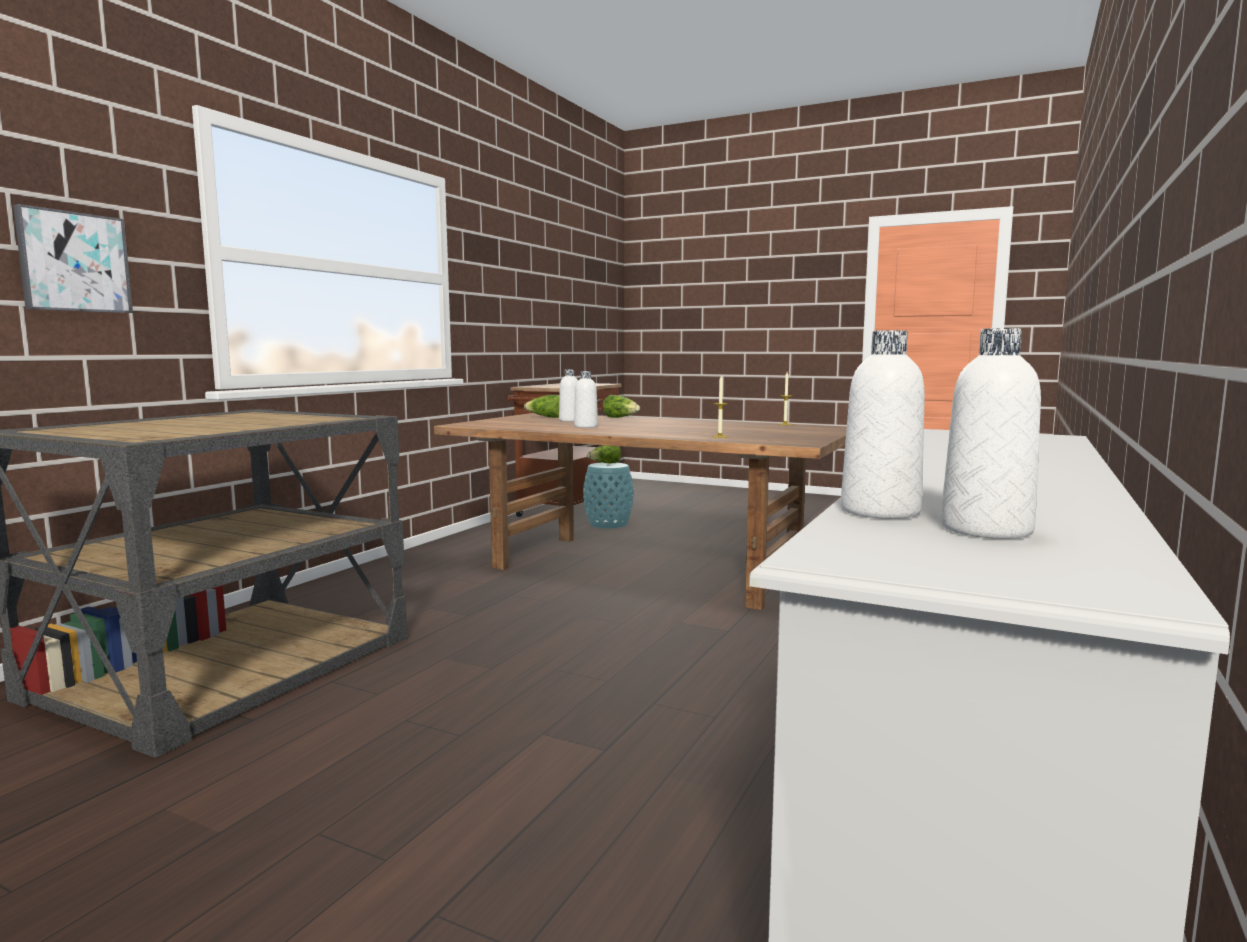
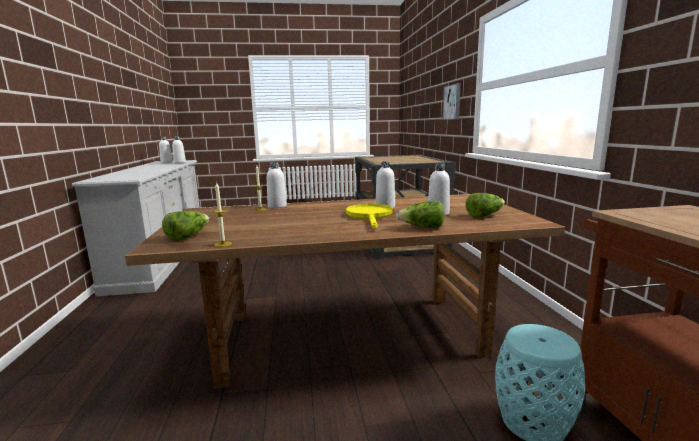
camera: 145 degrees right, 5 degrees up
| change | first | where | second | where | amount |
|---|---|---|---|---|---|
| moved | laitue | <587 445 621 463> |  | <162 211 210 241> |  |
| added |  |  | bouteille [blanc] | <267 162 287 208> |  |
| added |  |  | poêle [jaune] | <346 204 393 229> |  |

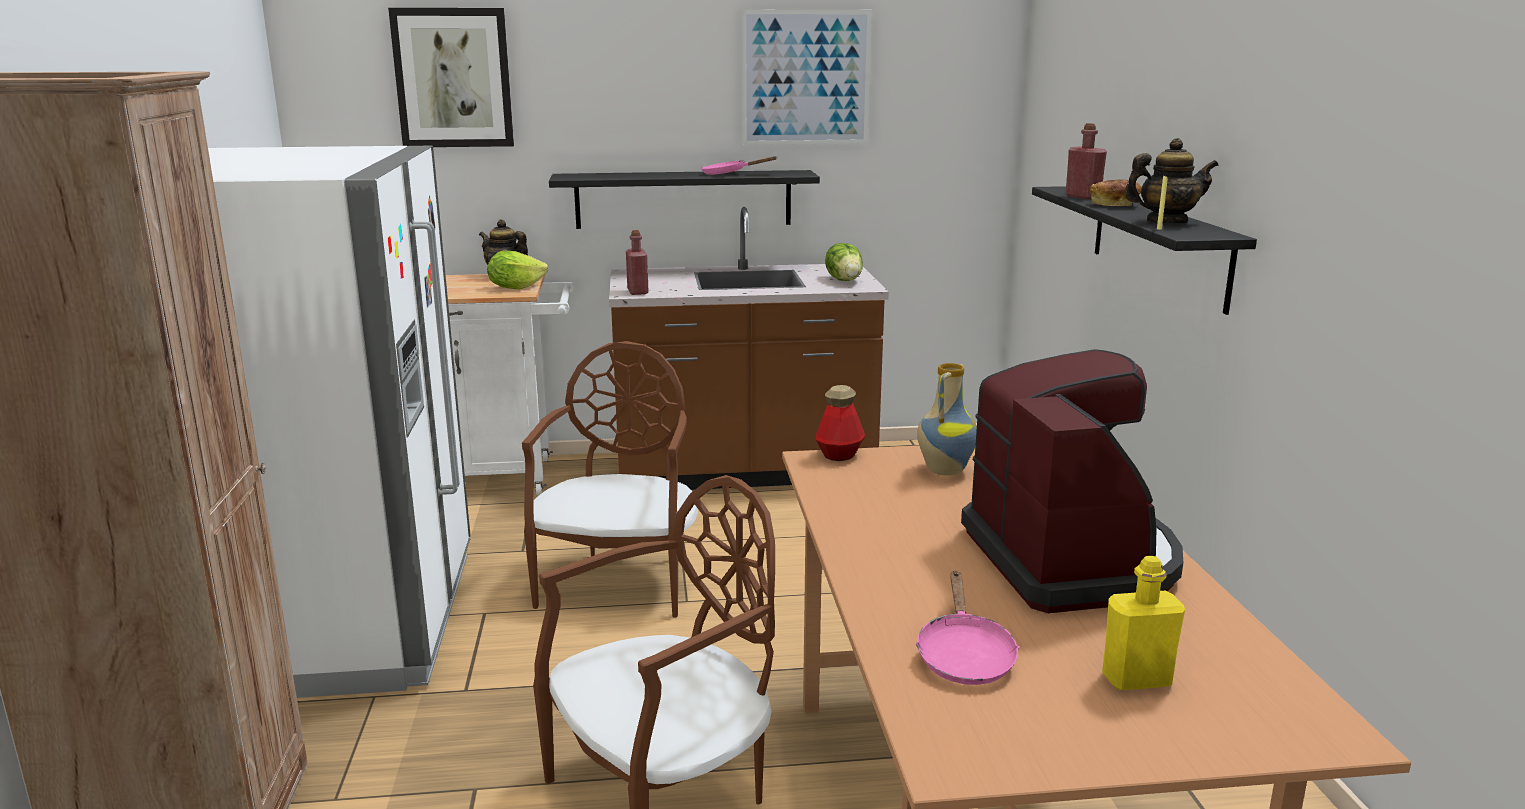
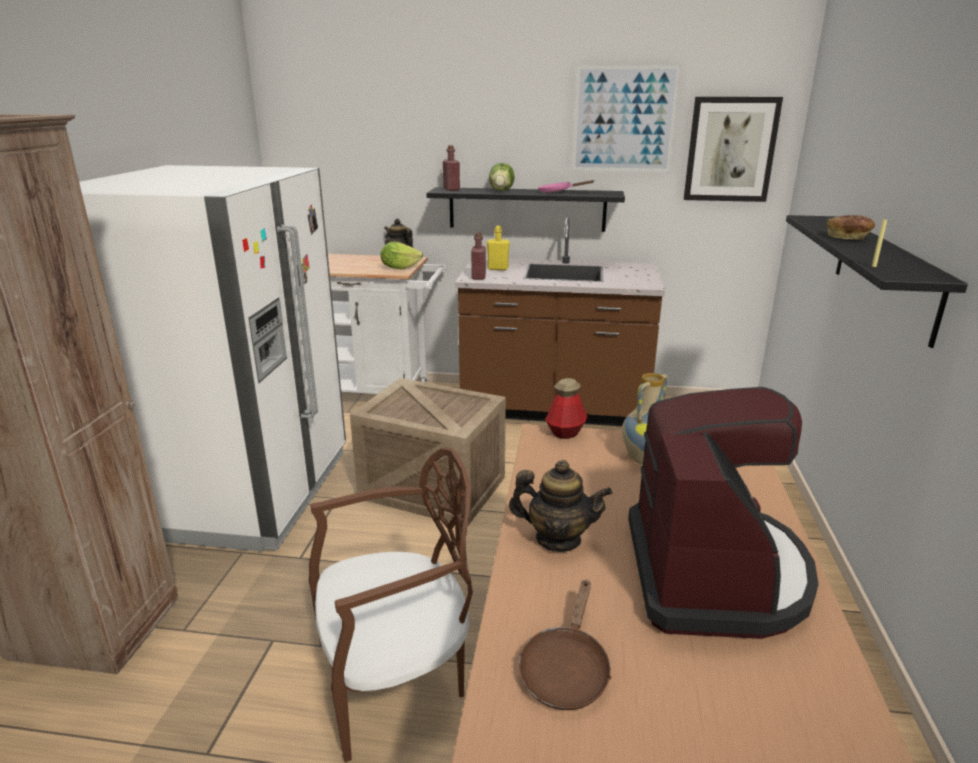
camera: 15 degrees right, 5 degrees up
| change | first | where | second | where | amount |
|---|---|---|---|---|---|
| replaced | chaise [marron] | <522 341 698 618> | caisse | <350 378 506 526> |  |
| moved | bouteille [rouge] | <1065 123 1107 199> |  | <443 145 460 191> |  |
| moved | bouteille [jaune] | <1102 556 1185 691> |  | <487 226 510 270> |  |
| moved | laitue | <825 243 863 281> |  | <489 163 515 191> |  |
| moved | théière | <1124 138 1219 223> |  | <509 460 612 552> |  |
| recoloured | poêle [rose] | <915 571 1019 685> | poêle [marron] | <519 579 612 710> |  |
| moved | tableau | <388 8 514 147> |  | <684 97 783 202> |  |

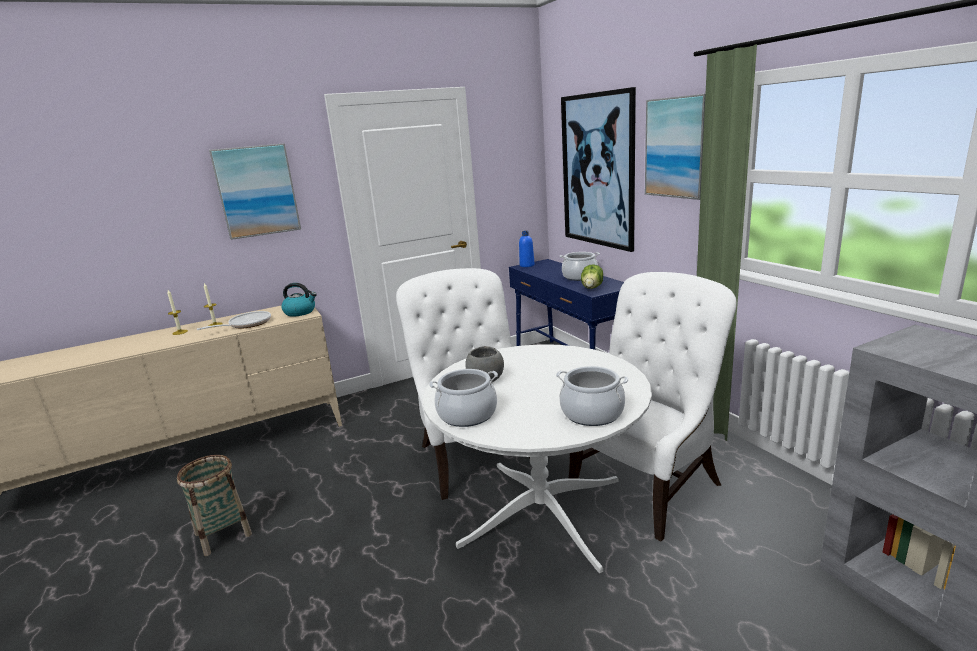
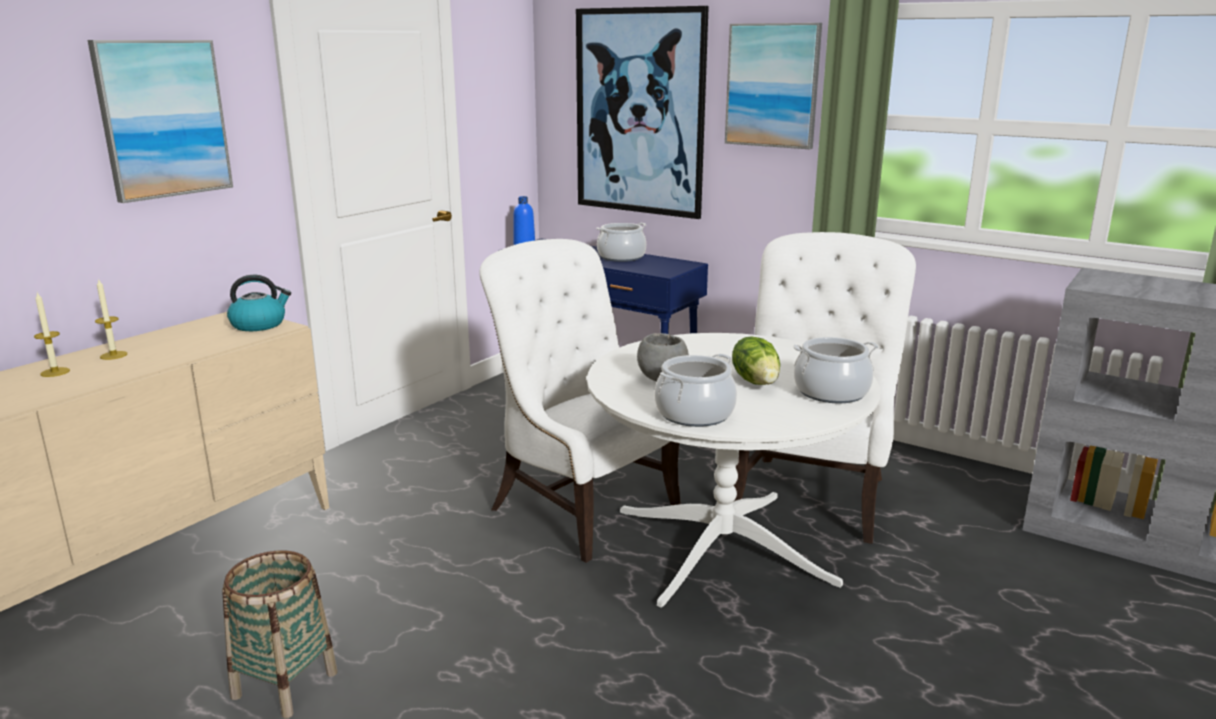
camera: 30 degrees left, 0 degrees up
| change | first | where | second | where | amount |
|---|---|---|---|---|---|
| moved | laitue | <581 264 603 289> |  | <732 336 780 385> |  |
| removed | poêle | <197 311 271 330> |  |  |  |

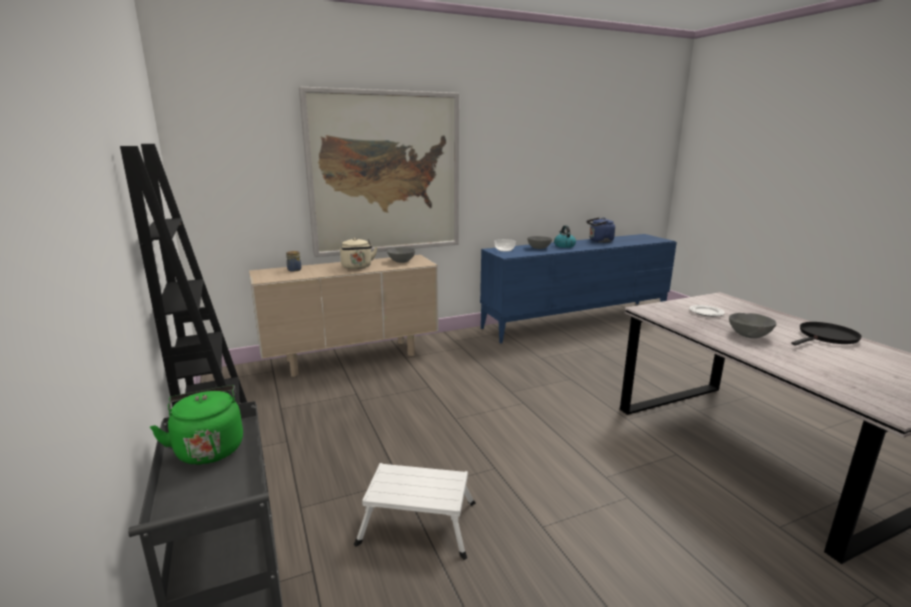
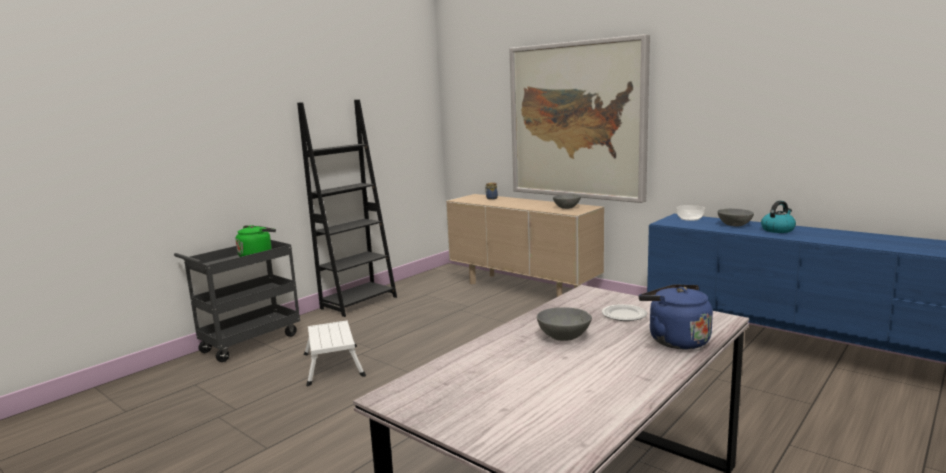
camera: 65 degrees right, 5 degrees down
| change | first | where | second | where | amount |
|---|---|---|---|---|---|
| moved | bouilloire [bleu] | <586 217 615 243> |  | <639 284 713 350> |  |
| removed | bouilloire [beige] | <340 238 378 269> |  |  |  |
| removed | poêle [noir] | <791 322 862 346> |  |  |  |

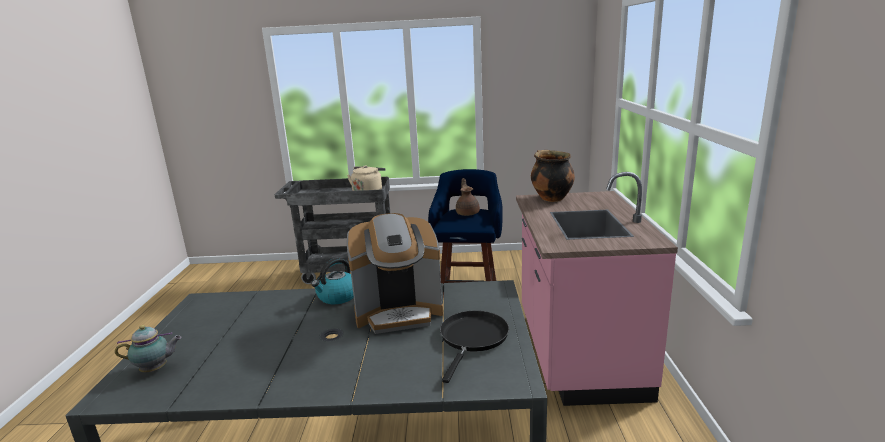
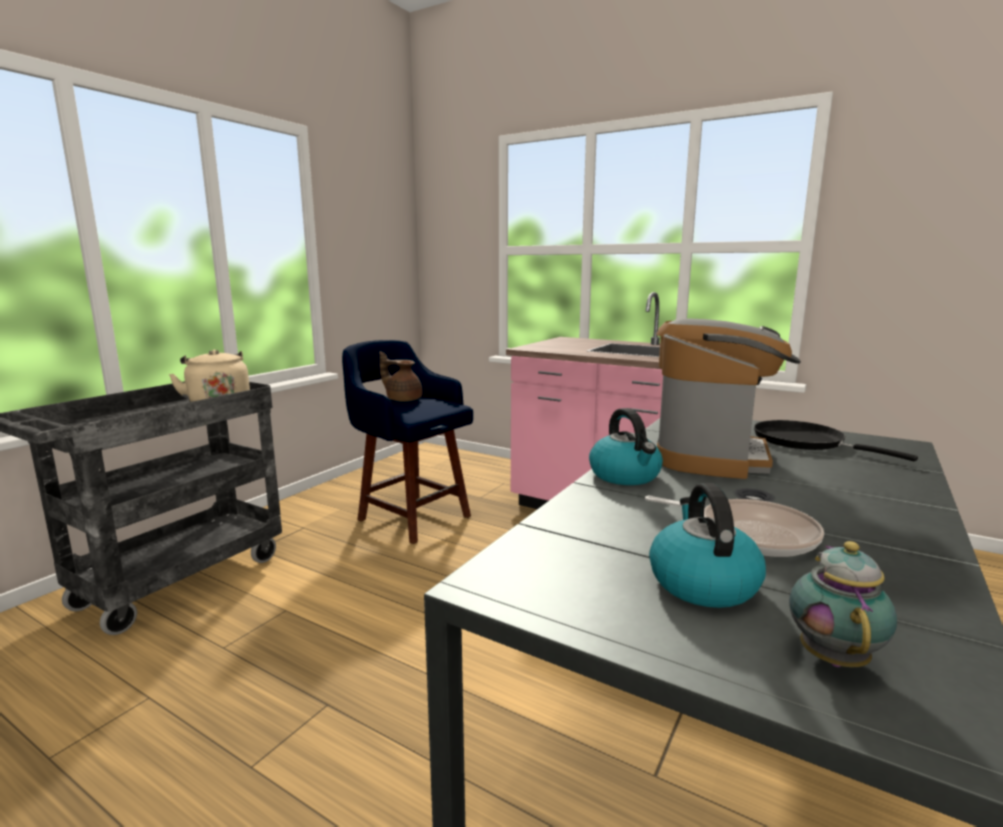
camera: 60 degrees left, 5 degrees down
| change | first | where | second | where | amount |
|---|---|---|---|---|---|
| added |  |  | poêle | <645 496 824 557> |  |
| added |  |  | bouilloire | <649 483 766 608> |  |
| removed | marmite | <531 150 575 202> |  |  |  |

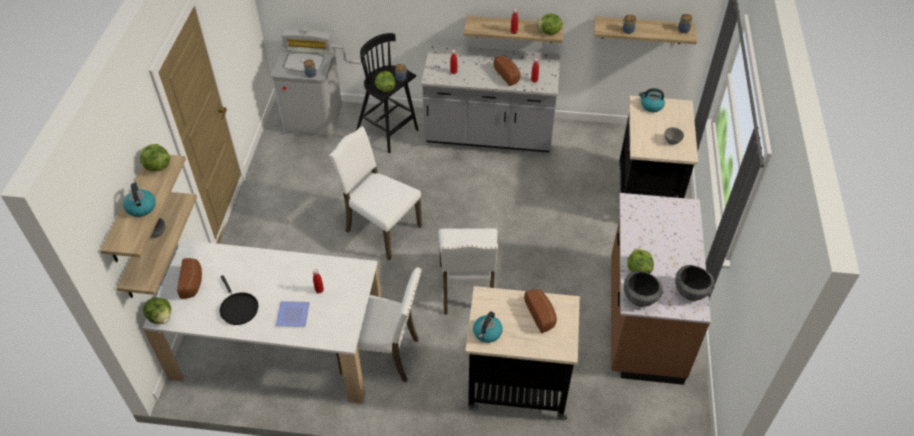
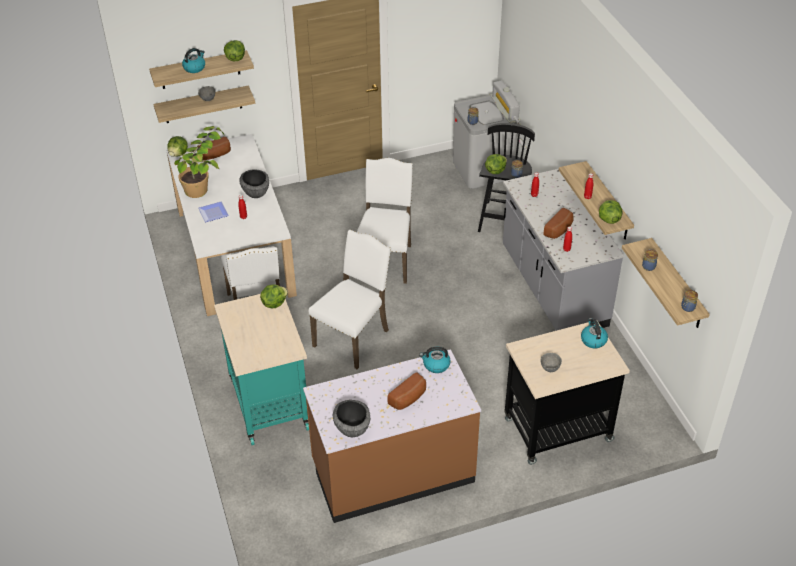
camera: 65 degrees right, 5 degrees down
| change | first | where | second | where | amount |
|---|---|---|---|---|---|
| replaced | poêle [noir] | <220 275 258 325> | plante en pot | <174 126 225 198> |  |
| recoloured | chariot [noir] | <465 286 580 420> | chariot [turquoise] | <214 294 309 445> |  |
| moved | bol | <624 271 663 307> |  | <239 170 269 198> |  |
| moved | laitue | <628 248 654 274> |  | <260 284 288 308> |  |
| turned | chaise [blanc] | <439 228 498 315> |  | <309 230 391 369> | 150 degrees clockwise |
| moved | pain | <524 289 557 333> |  | <387 372 426 410> |  |
| moved | bouilloire | <473 311 503 343> |  | <419 347 451 373> |  |

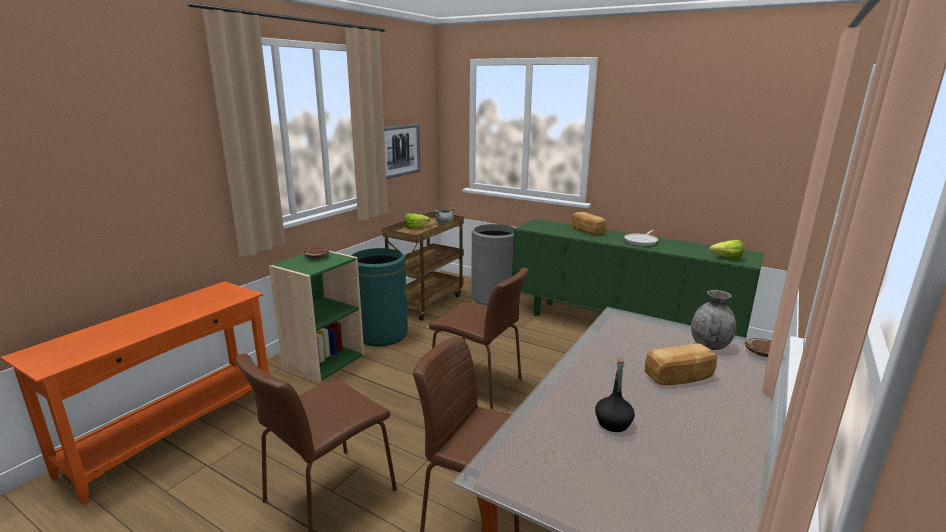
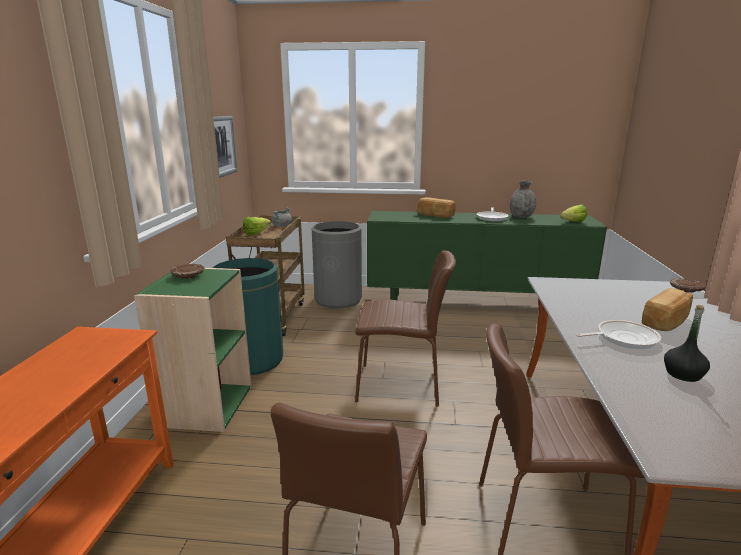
camera: 25 degrees left, 0 degrees up
| change | first | where | second | where | amount |
|---|---|---|---|---|---|
| moved | vase [gris] | <691 290 736 350> |  | <510 181 536 218> |  |
| added |  |  | poêle | <576 320 661 349> |  |

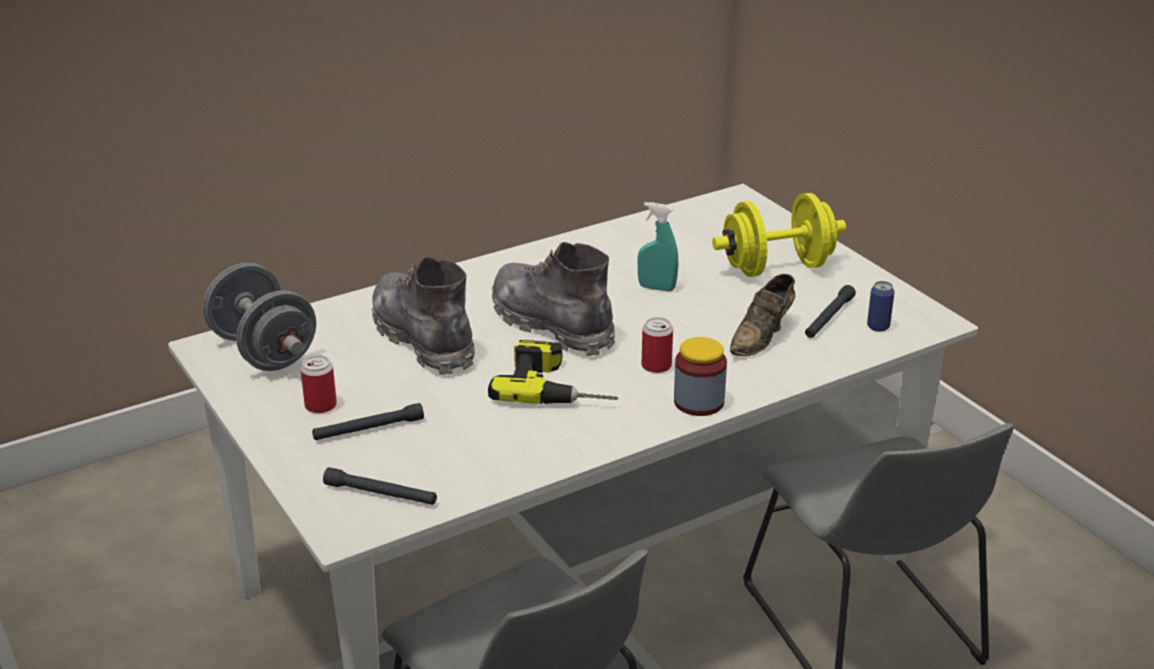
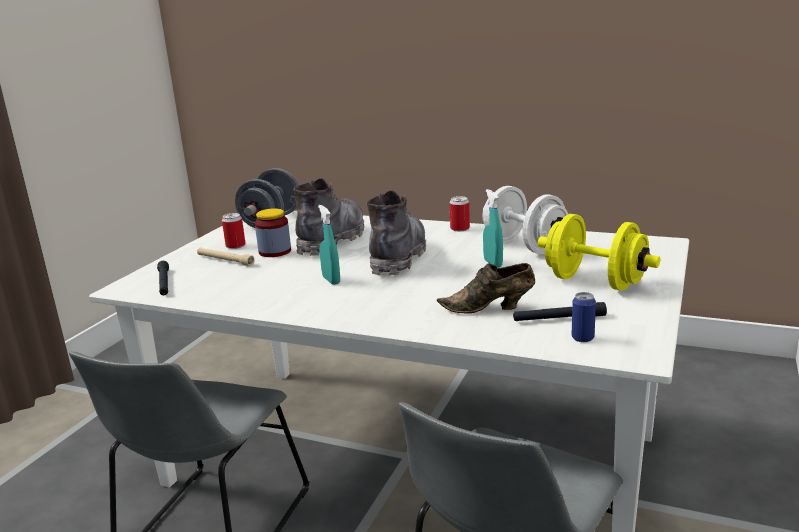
camera: 55 degrees right, 10 degrees down
| change | first | where | second | where | amount |
|---|---|---|---|---|---|
| recoloured | lampe de poche [noir] | <312 403 424 440> | lampe de poche [beige] | <197 248 255 266> |  |
| moved | bocal | <674 337 727 416> |  | <255 208 291 257> |  |
| replaced | perceuse | <488 340 618 404> | vaporisateur [turquoise] | <318 205 340 285> |  |
| moved | boîte métallique | <641 317 673 373> |  | <450 196 470 232> |  |
| added |  |  | haltère [blanc] | <482 186 568 254> |  |

